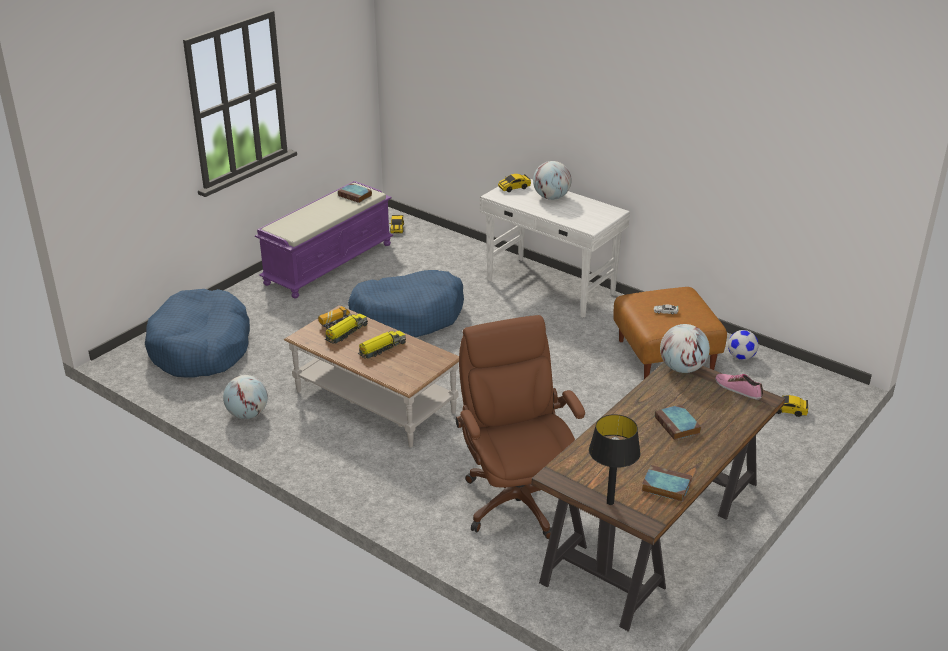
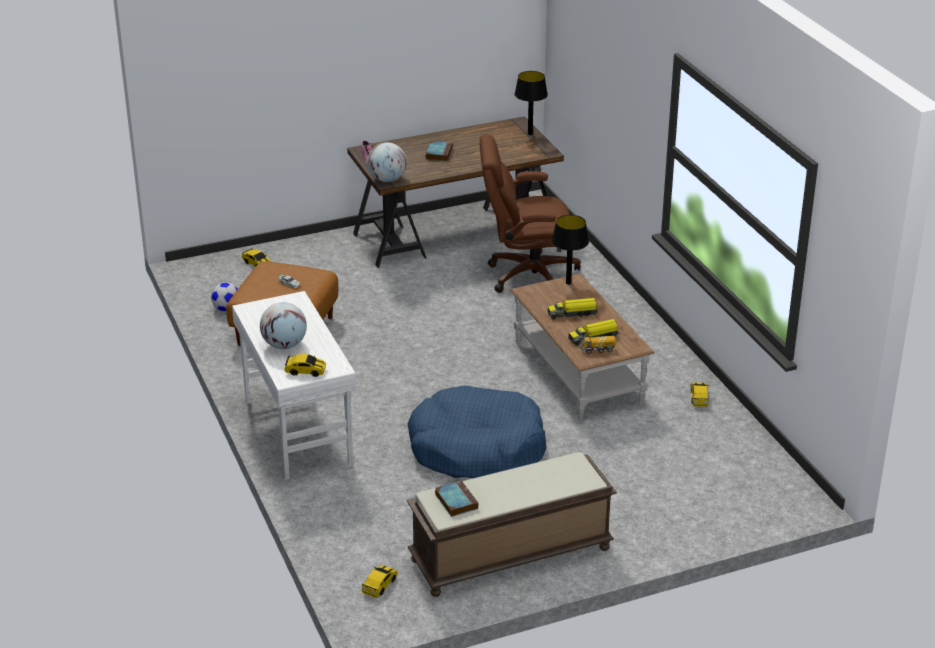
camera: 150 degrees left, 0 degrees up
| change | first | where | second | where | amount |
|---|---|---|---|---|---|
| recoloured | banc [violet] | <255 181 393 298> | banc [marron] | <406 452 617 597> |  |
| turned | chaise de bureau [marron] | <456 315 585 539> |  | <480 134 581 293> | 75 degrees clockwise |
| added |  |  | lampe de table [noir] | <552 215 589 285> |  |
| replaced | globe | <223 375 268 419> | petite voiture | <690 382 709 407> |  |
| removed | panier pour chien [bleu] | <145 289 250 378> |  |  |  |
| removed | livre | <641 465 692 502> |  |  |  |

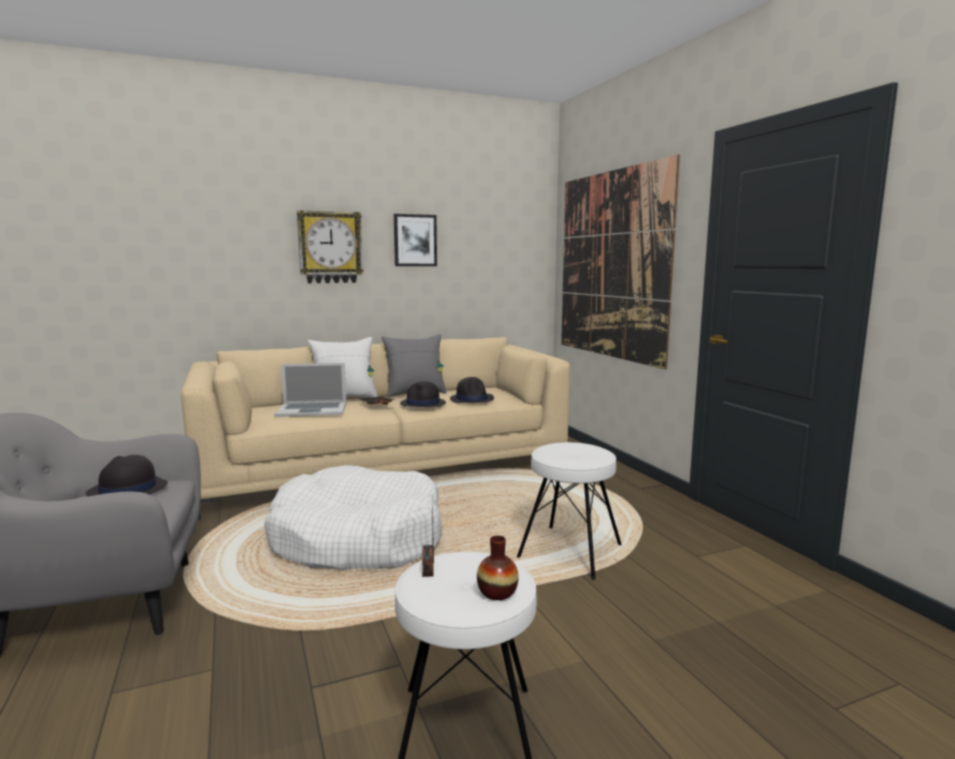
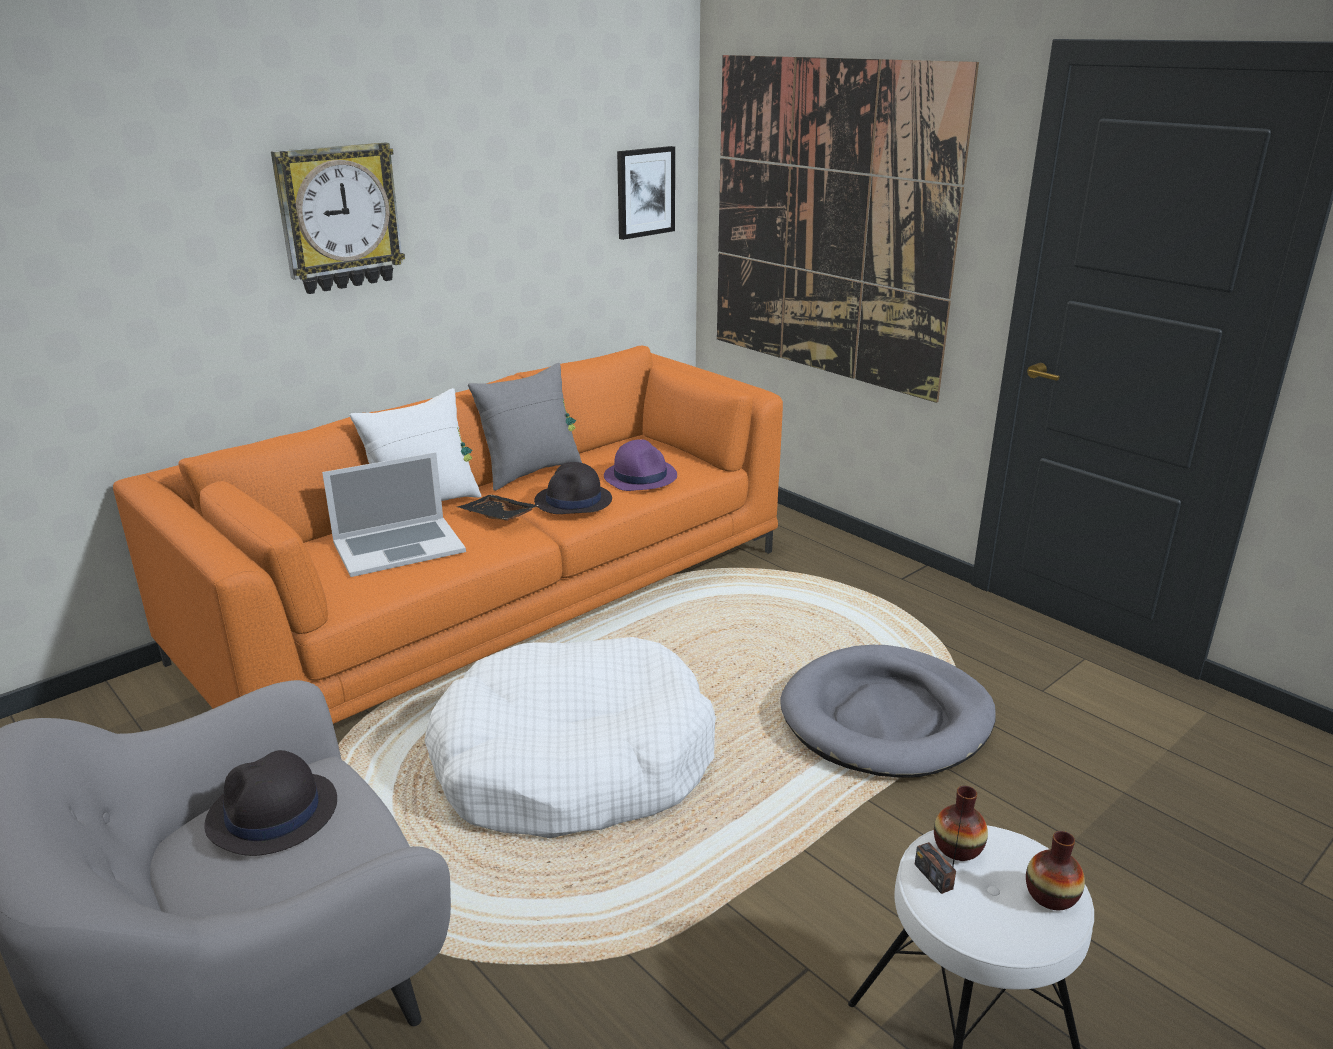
camera: 20 degrees left, 15 degrees up
| change | first | where | second | where | amount |
|---|---|---|---|---|---|
| recoloured | canapé [beige] | <181 337 570 520> | canapé [orange] | <113 346 783 724> |  |
| recoloured | chapeau [noir] | <450 377 494 403> | chapeau [violet] | <604 439 677 491> |  |
| moved | tableau | <394 214 437 266> |  | <617 146 675 240> |  |
| replaced | tabouret [blanc] | <517 442 622 580> | panier pour chien [gris] | <780 645 996 777> |  |
| added |  |  | vase | <934 786 988 861> |  |

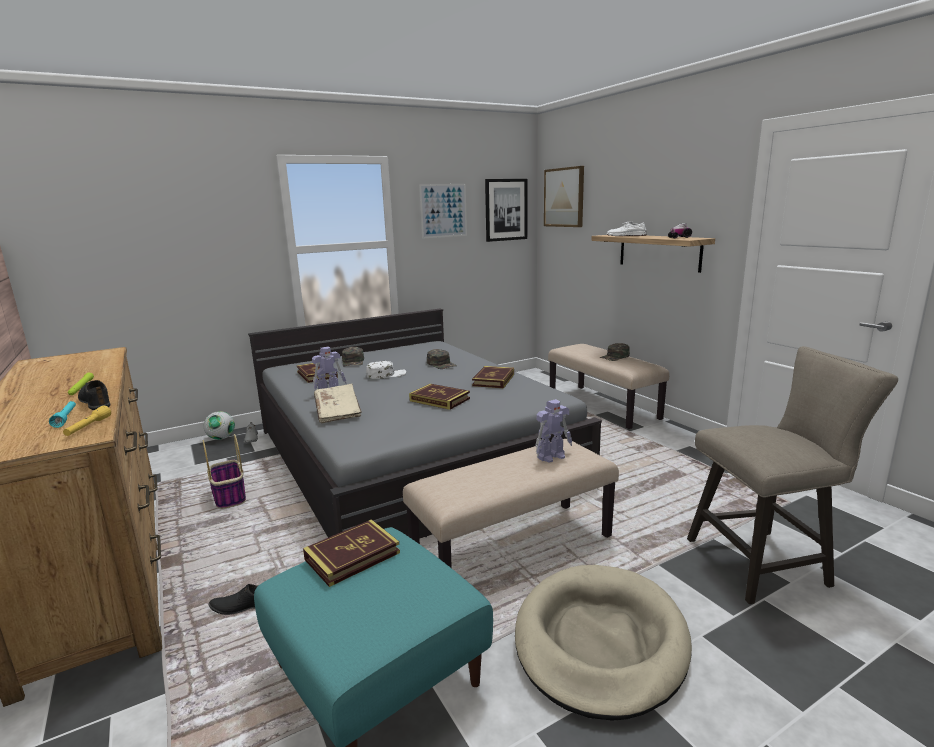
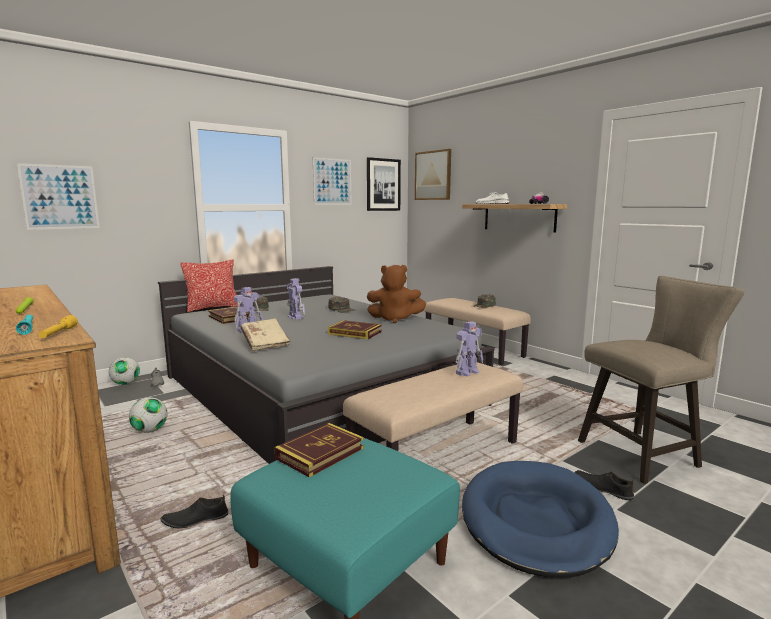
camera: 10 degrees left, 5 degrees down
| change | first | where | second | where | amount |
|---|---|---|---|---|---|
| added |  |  | tableau | <17 163 100 230> |  |
| replaced | panier | <203 434 246 509> | ballon de foot | <129 397 167 433> |  |
| added |  |  | coussin | <180 260 238 312> |  |
| replaced | casquette [blanc] | <366 361 406 379> | robot jouet | <287 278 305 319> |  |
| replaced | livre | <472 366 514 388> | peluche [marron] | <367 265 426 323> |  |
| recoloured | panier pour chien [beige] | <515 565 692 721> | panier pour chien [bleu] | <462 461 619 578> |  |
| moved | chaussure [noir] | <78 380 110 410> |  | <575 470 634 500> |  |

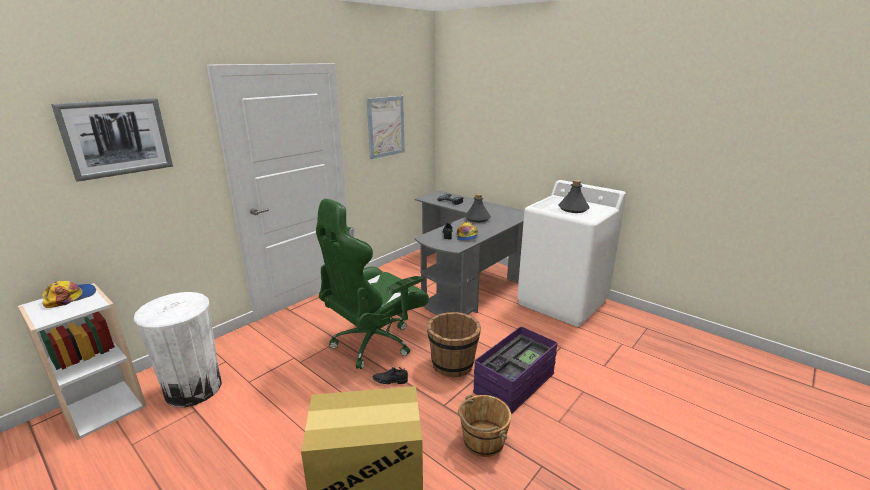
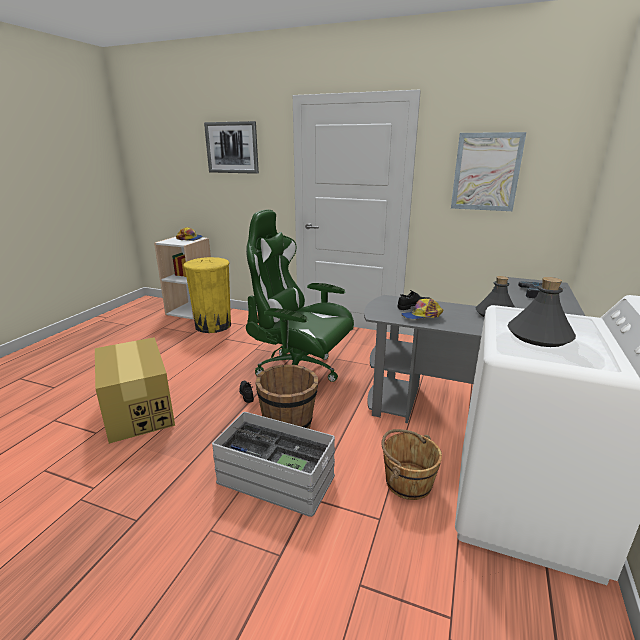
camera: 70 degrees right, 0 degrees up
| change | first | where | second | where | amount |
|---|---|---|---|---|---|
| recoloured | poubelle [blanc] | <134 292 222 407> | poubelle [jaune] | <183 257 231 333> |  |
| recoloured | boîte de rangement [violet] | <473 327 558 414> | boîte de rangement [gris] | <212 412 335 517> |  |
| moved | seau [marron] | <458 395 511 457> |  | <381 429 442 500> |  |

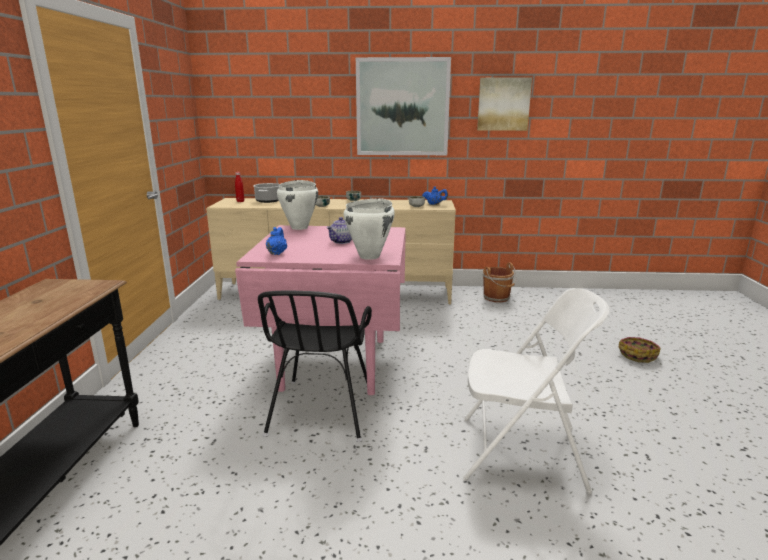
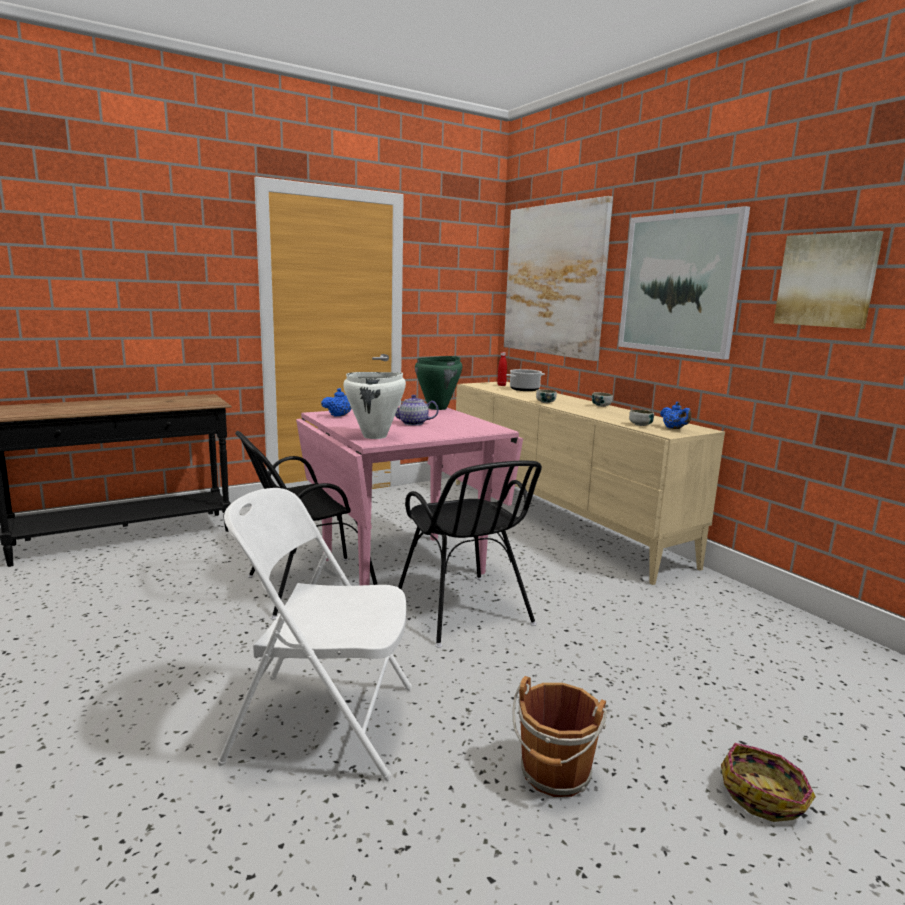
camera: 55 degrees right, 5 degrees down
| change | first | where | second | where | amount |
|---|---|---|---|---|---|
| turned | chaise [blanc] | <463 288 609 495> |  | <218 488 412 781> | 120 degrees clockwise |
| added |  |  | chaise [noir] | <398 460 542 648> |  |
| recoloured | marmite [blanc] | <277 180 318 230> | marmite [vert] | <415 356 462 410> |  |
| added |  |  | tableau | <504 196 613 361> |  |
| moved | seau [marron] | <483 263 517 302> |  | <512 676 607 797> |  |

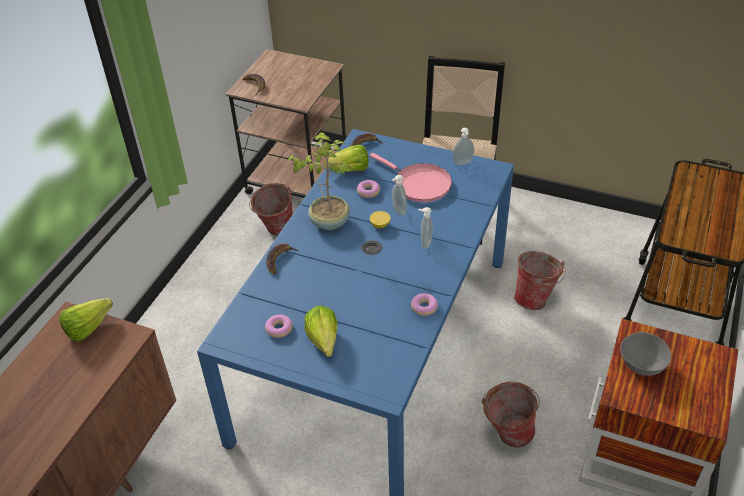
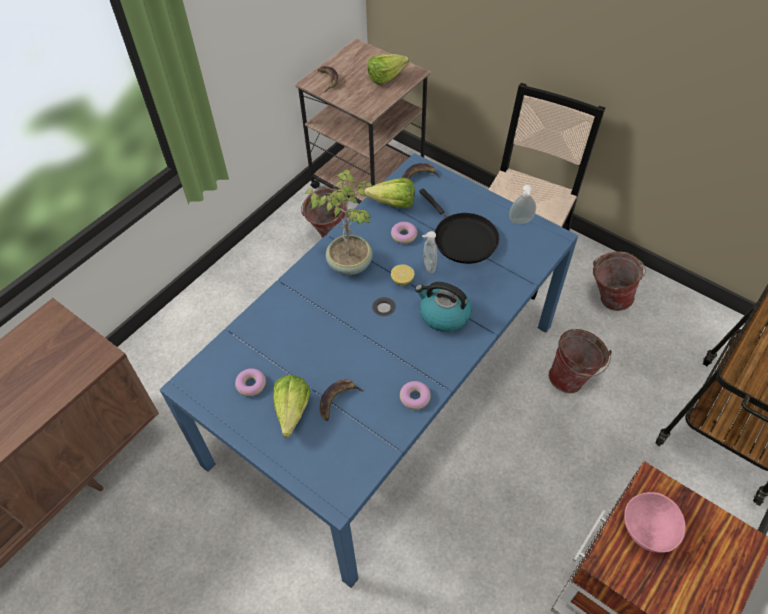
camera: 15 degrees right, 10 degrees up
| change | first | where | second | where | amount |
|---|---|---|---|---|---|
| moved | banane | <266 243 299 275> |  | <320 379 365 421> |  |
| moved | laitue | <59 298 113 341> |  | <368 54 409 85> |  |
| replaced | distributeur de savon | <419 207 432 249> | bouilloire | <415 282 471 332> |  |
| recoloured | poêle [rose] | <370 153 452 202> | poêle [noir] | <419 189 499 264> |  |
| moved | seau | <482 382 540 447> |  | <593 252 646 311> |  |
| recoloured | bol [gris] | <620 332 671 376> | bol [rose] | <624 492 686 553> |  |

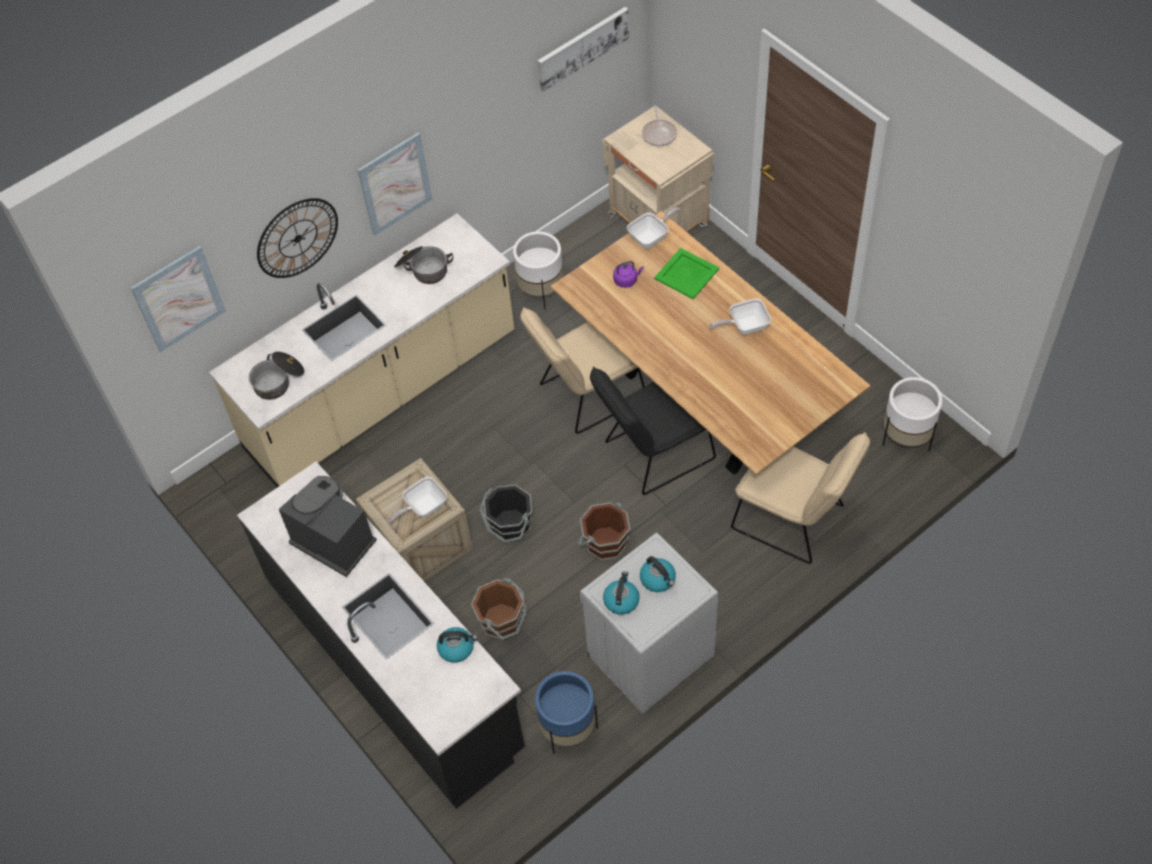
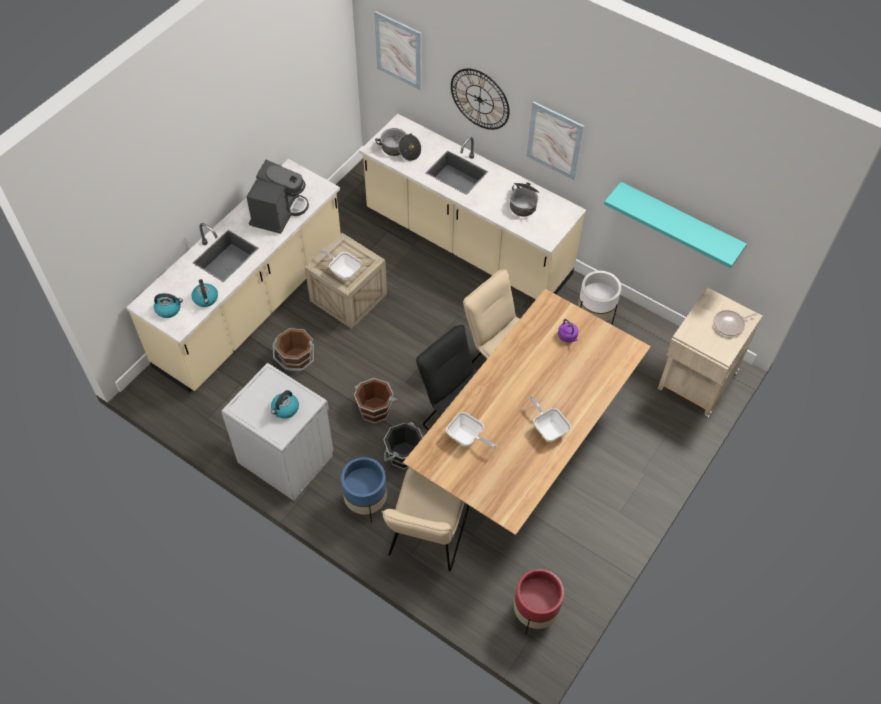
camera: 70 degrees right, 0 degrees up
| change | first | where | second | where | amount |
|---|---|---|---|---|---|
| recoloured | comptoir de cuisine [noir] | <237 462 525 809> | comptoir de cuisine [beige] | <126 159 341 393> |  |
| moved | bouilloire | <603 571 640 615> |  | <154 293 183 318> |  |
| moved | cache-pot [bleu] | <535 671 598 754> |  | <341 457 387 523> |  |
| moved | seau [noir] | <480 485 532 542> |  | <383 422 423 470> |  |
| moved | poêle | <627 207 680 249> |  | <446 412 497 450> |  |
| recoloured | cache-pot [blanc] | <883 377 942 451> | cache-pot [rouge] | <514 569 564 635> |  |
| added |  |  | étagère [turquoise] | <604 182 747 268> |  |
| removed | tableau | <538 7 629 92> |  |  |  |
| removed | plateau [vert] | <654 248 719 299> |  |  |  |

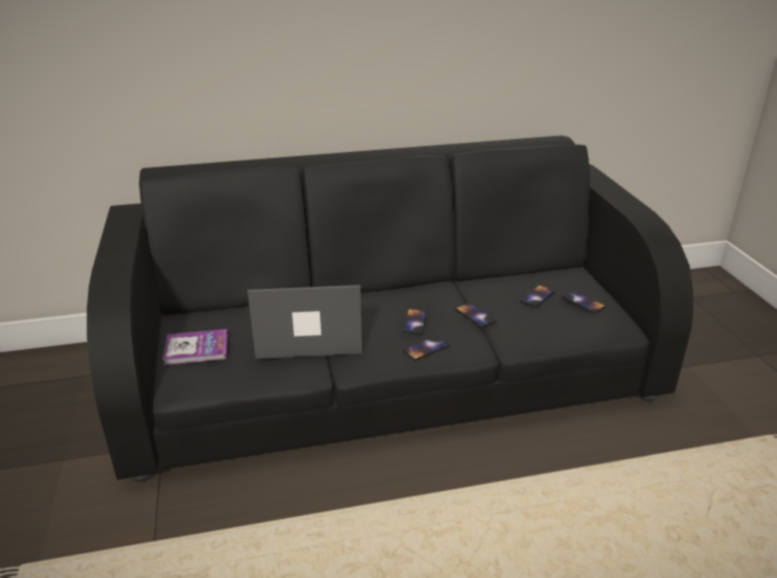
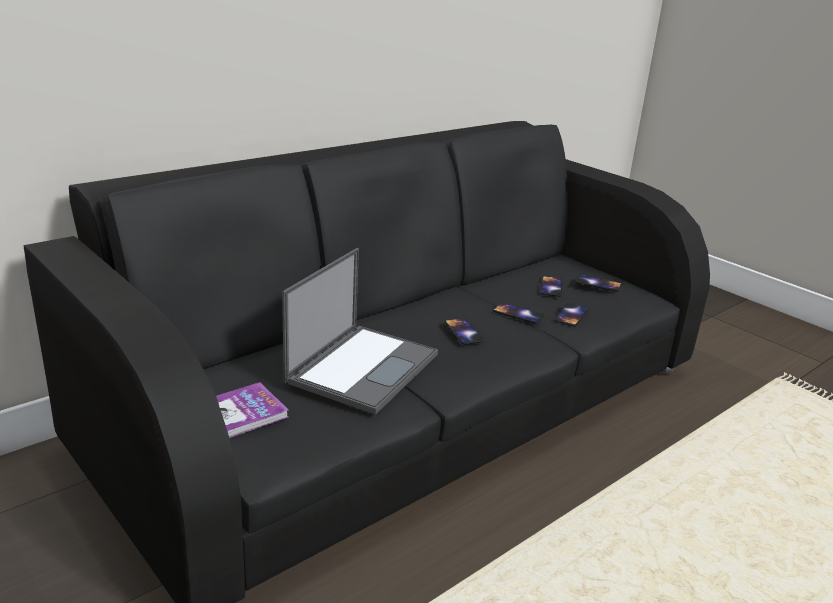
camera: 30 degrees left, 5 degrees down
| change | first | where | second | where | amount |
|---|---|---|---|---|---|
| turned | ordinateur portable | <247 285 362 359> |  | <282 248 438 415> | 150 degrees clockwise |
| moved | téléphone | <403 336 450 361> |  | <554 303 588 327> |  |

